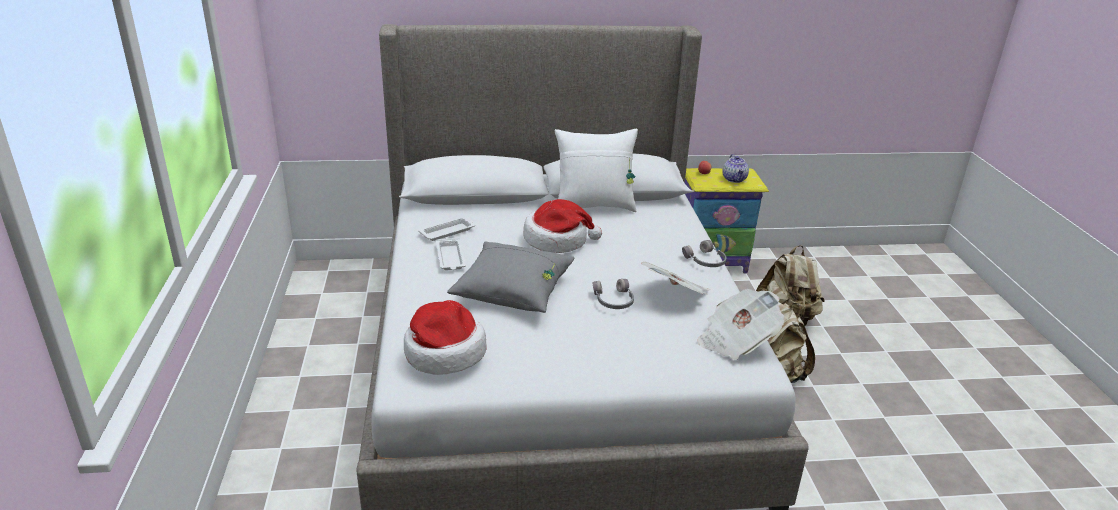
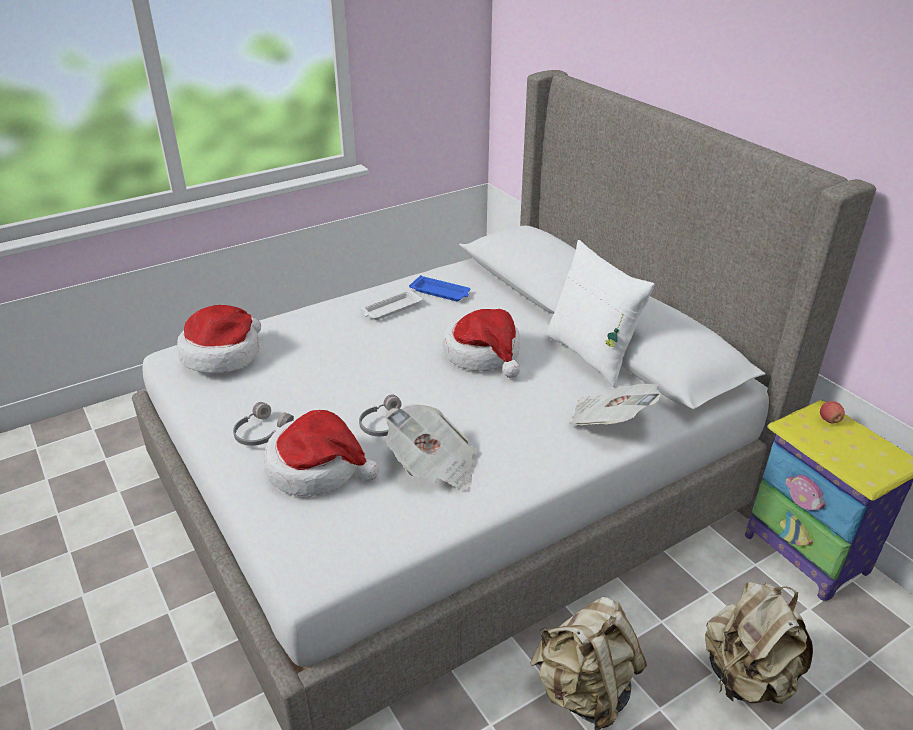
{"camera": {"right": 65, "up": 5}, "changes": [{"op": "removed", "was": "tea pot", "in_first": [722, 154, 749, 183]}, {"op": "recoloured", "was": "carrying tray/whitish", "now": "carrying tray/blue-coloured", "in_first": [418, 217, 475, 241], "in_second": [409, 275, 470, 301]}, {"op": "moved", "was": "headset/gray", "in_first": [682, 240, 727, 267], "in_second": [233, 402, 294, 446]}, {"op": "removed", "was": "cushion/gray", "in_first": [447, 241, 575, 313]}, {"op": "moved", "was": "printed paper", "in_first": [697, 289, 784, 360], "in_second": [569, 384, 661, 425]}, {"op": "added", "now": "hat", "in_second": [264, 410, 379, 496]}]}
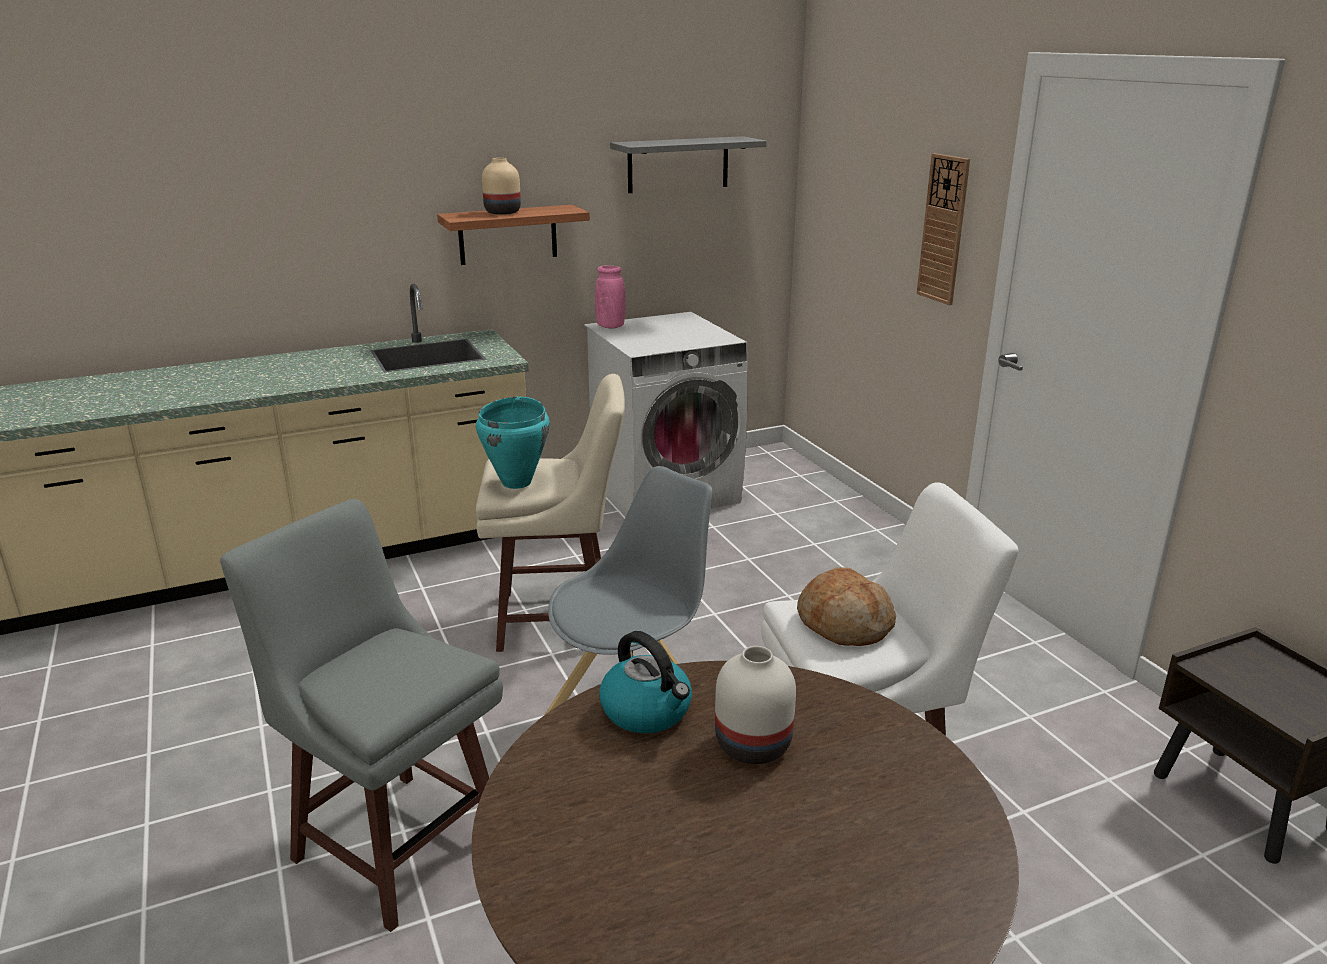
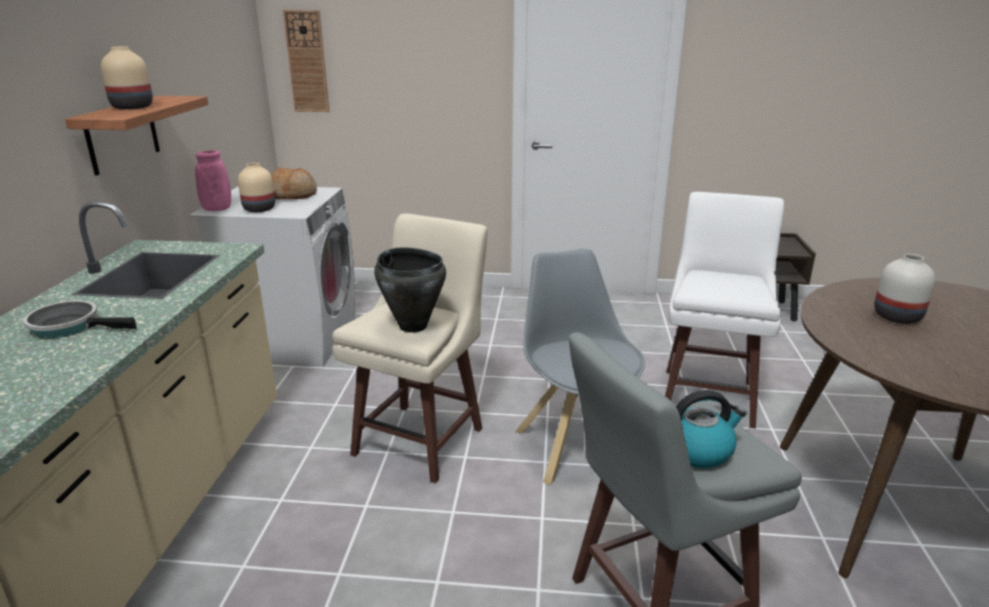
{"camera": {"right": -60, "up": 0}, "changes": [{"op": "removed", "was": "shelf/gray", "in_first": [610, 136, 766, 193]}, {"op": "moved", "was": "hanging clock", "in_first": [917, 153, 970, 305], "in_second": [283, 10, 329, 112]}, {"op": "recoloured", "was": "stockpot/turquoise", "now": "stockpot/black-coloured", "in_first": [476, 396, 550, 489], "in_second": [374, 247, 446, 333]}, {"op": "moved", "was": "bakery bread", "in_first": [797, 568, 896, 646], "in_second": [271, 168, 317, 199]}, {"op": "moved", "was": "tea kettle", "in_first": [600, 631, 692, 733], "in_second": [676, 390, 746, 468]}, {"op": "added", "now": "vase/beige-coloured", "in_second": [238, 163, 275, 212]}, {"op": "added", "now": "pan", "in_second": [23, 300, 137, 338]}]}
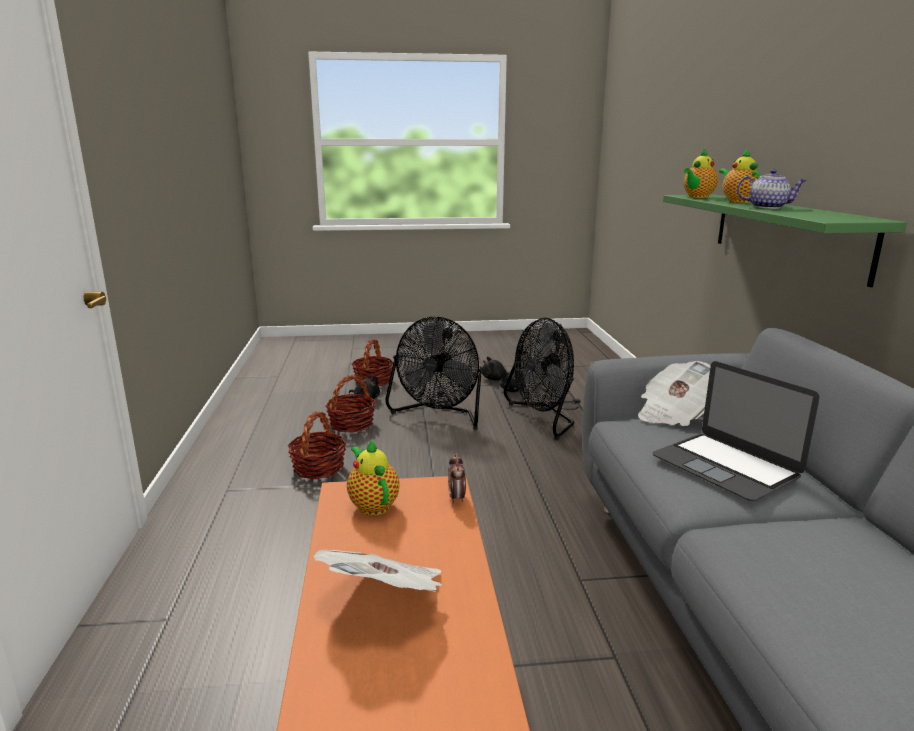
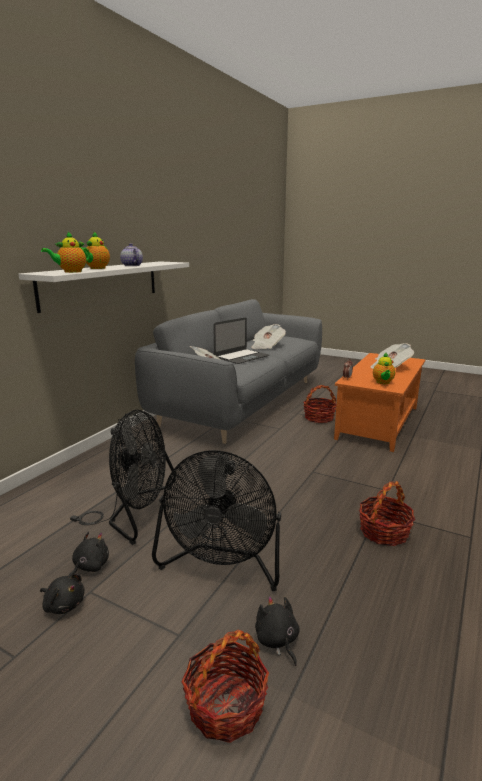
{"camera": {"right": -145, "up": 0}, "changes": [{"op": "turned", "was": "tea pot", "in_first": [684, 149, 718, 198], "in_second": [41, 232, 90, 273], "clockwise": 150}, {"op": "recoloured", "was": "shelf/green", "now": "shelf/whitish", "in_first": [663, 195, 907, 287], "in_second": [19, 261, 189, 313]}, {"op": "turned", "was": "electric fan/black-coloured", "in_first": [385, 317, 483, 430], "in_second": [152, 450, 281, 591], "clockwise": 135}, {"op": "turned", "was": "laptop", "in_first": [652, 361, 819, 501], "in_second": [213, 317, 269, 364], "clockwise": 45}, {"op": "moved", "was": "basket", "in_first": [325, 375, 376, 433], "in_second": [303, 385, 336, 423]}, {"op": "added", "now": "printed paper", "in_second": [251, 324, 286, 349]}]}
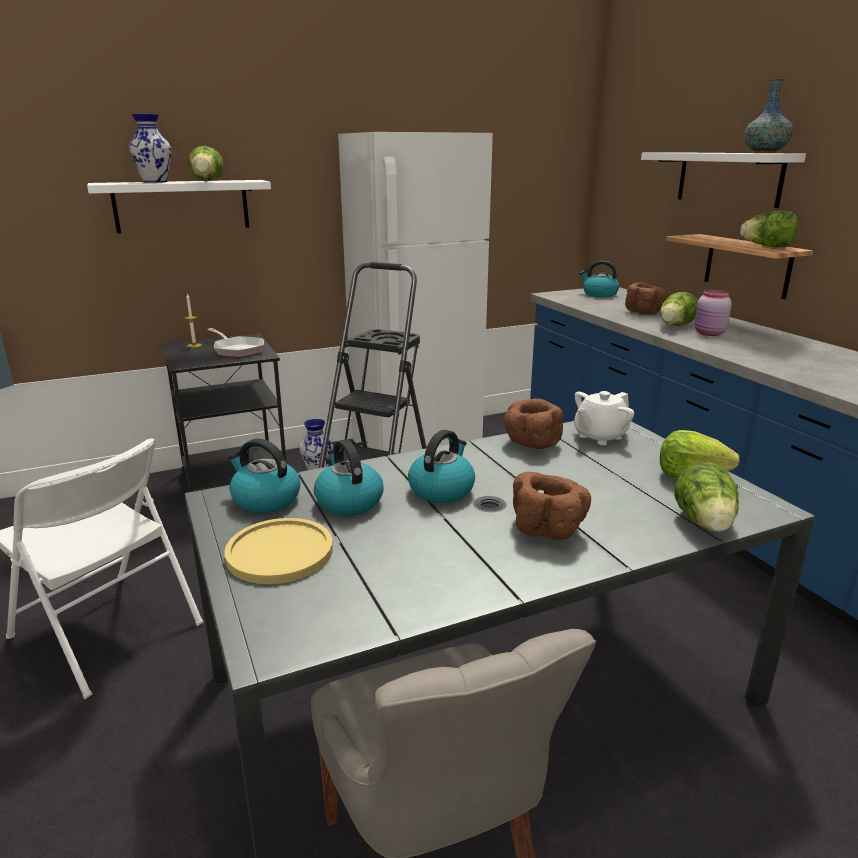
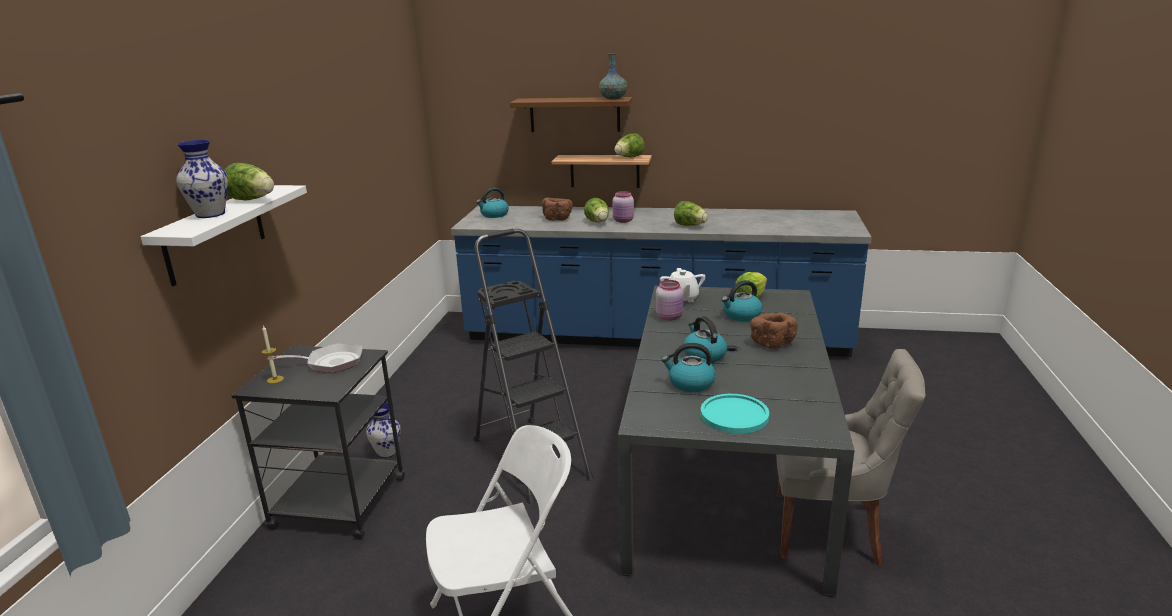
{"camera": {"right": -55, "up": 0}, "changes": [{"op": "removed", "was": "fridge/whitish", "in_first": [338, 132, 493, 453]}, {"op": "recoloured", "was": "shelf/whitish", "now": "shelf/brown", "in_first": [641, 152, 806, 208], "in_second": [510, 97, 632, 132]}, {"op": "replaced", "was": "serving bowl/brown", "now": "storage jar/pink", "in_first": [503, 399, 563, 449], "in_second": [656, 280, 683, 321]}, {"op": "moved", "was": "tea kettle", "in_first": [228, 438, 300, 513], "in_second": [722, 280, 762, 321]}, {"op": "moved", "was": "lettuce", "in_first": [674, 463, 739, 532], "in_second": [674, 201, 708, 226]}, {"op": "recoloured", "was": "plate/yellowish", "now": "plate/turquoise", "in_first": [225, 518, 333, 584], "in_second": [701, 394, 769, 434]}]}
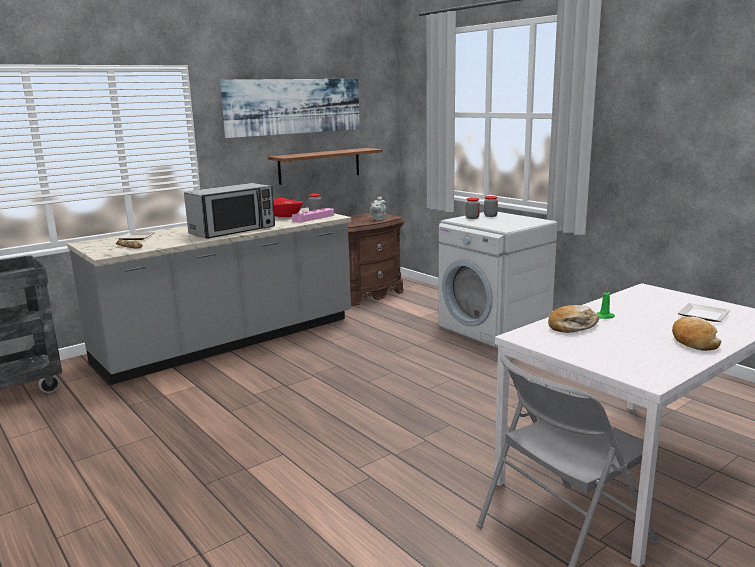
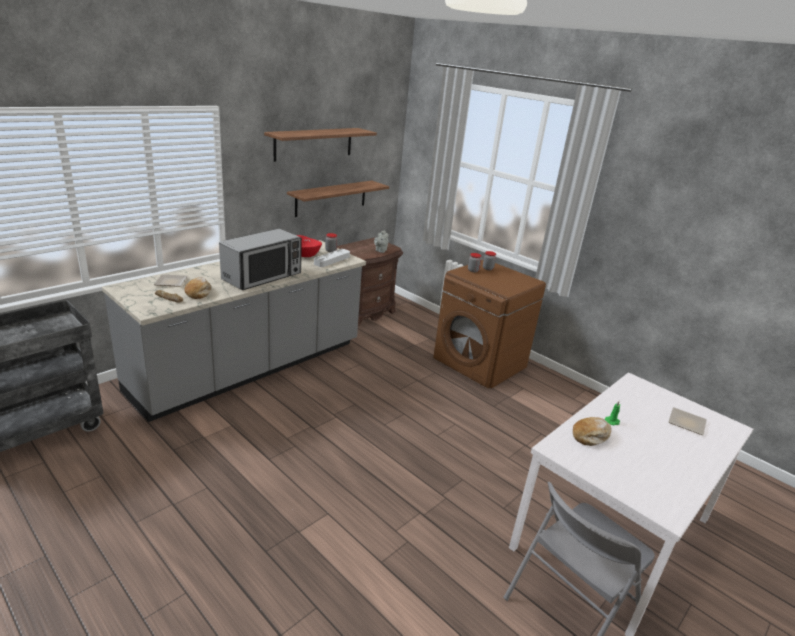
{"camera": {"right": -10, "up": 10}, "changes": [{"op": "replaced", "was": "picture", "now": "shelf", "in_first": [220, 79, 360, 138], "in_second": [264, 128, 377, 162]}, {"op": "recoloured", "was": "carrying tray/pink", "now": "carrying tray/gray", "in_first": [292, 208, 334, 223], "in_second": [314, 249, 350, 267]}, {"op": "recoloured", "was": "washing machine/whitish", "now": "washing machine/brown", "in_first": [438, 212, 558, 348], "in_second": [433, 260, 546, 388]}, {"op": "moved", "was": "bakery bread", "in_first": [672, 317, 721, 351], "in_second": [184, 277, 212, 299]}]}
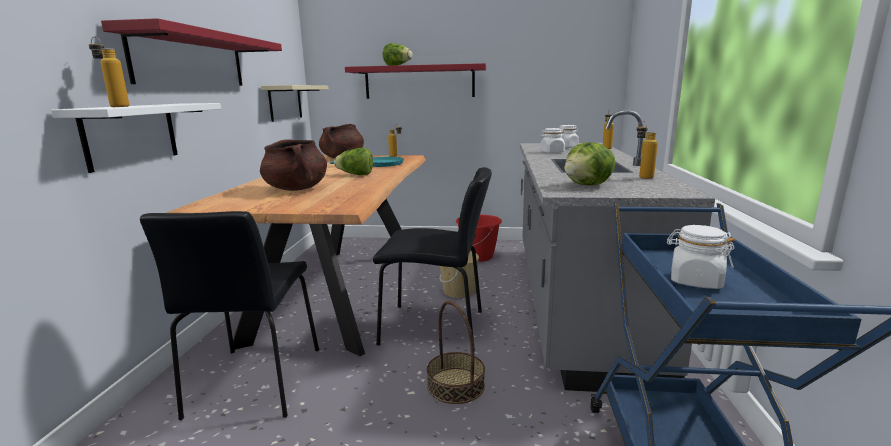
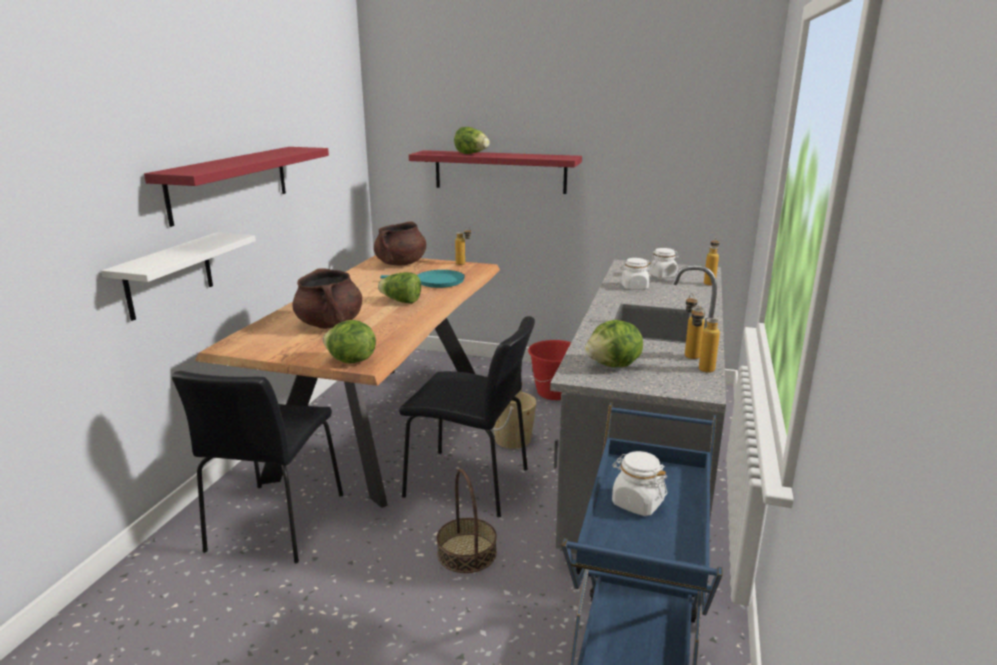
{"camera": {"right": 10, "up": 5}, "changes": [{"op": "moved", "was": "beverage bottle", "in_first": [89, 36, 129, 107], "in_second": [691, 306, 720, 373]}, {"op": "removed", "was": "shelf/beige-coloured", "in_first": [261, 85, 329, 122]}, {"op": "added", "now": "lettuce", "in_second": [323, 320, 376, 364]}]}
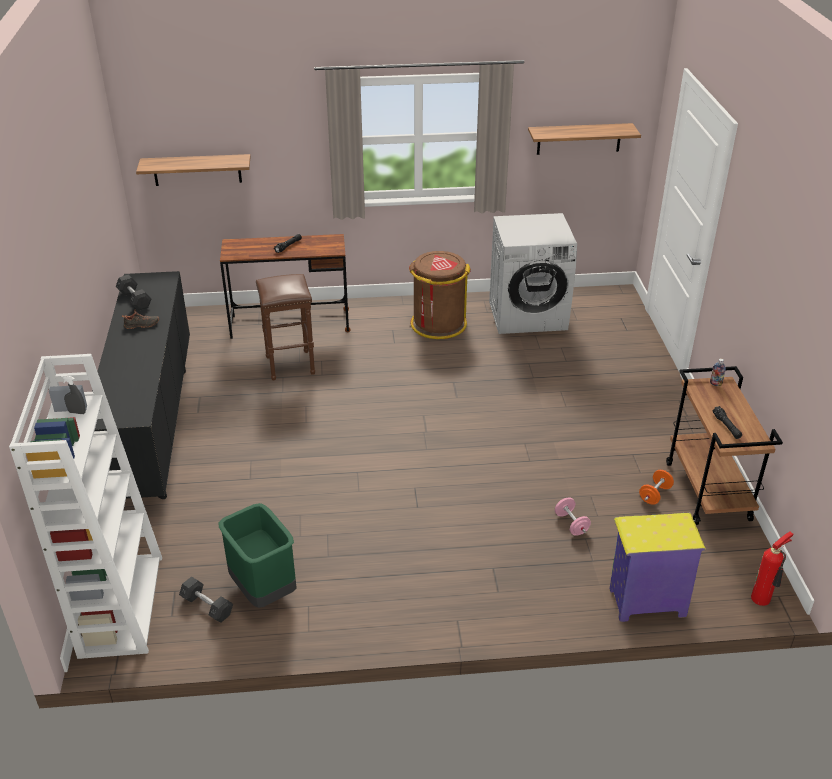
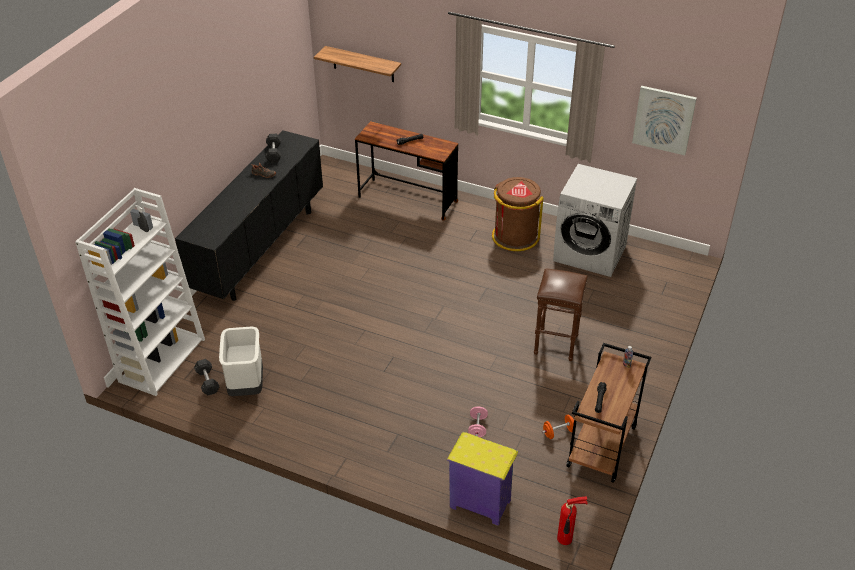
{"camera": {"right": 30, "up": 5}, "changes": [{"op": "replaced", "was": "shelf", "now": "picture", "in_first": [528, 123, 641, 155], "in_second": [632, 86, 697, 155]}, {"op": "moved", "was": "sitting stool/brown", "in_first": [256, 274, 315, 380], "in_second": [534, 268, 588, 361]}, {"op": "recoloured", "was": "waste bin/green", "now": "waste bin/whitish", "in_first": [218, 503, 297, 608], "in_second": [219, 326, 263, 396]}]}
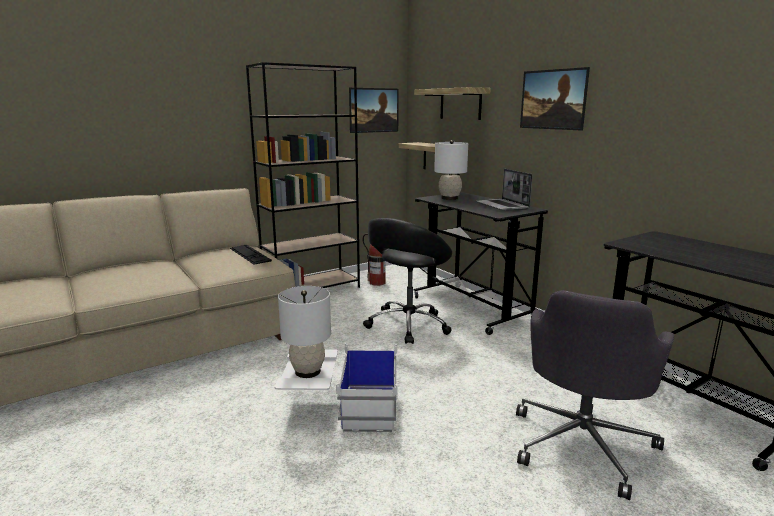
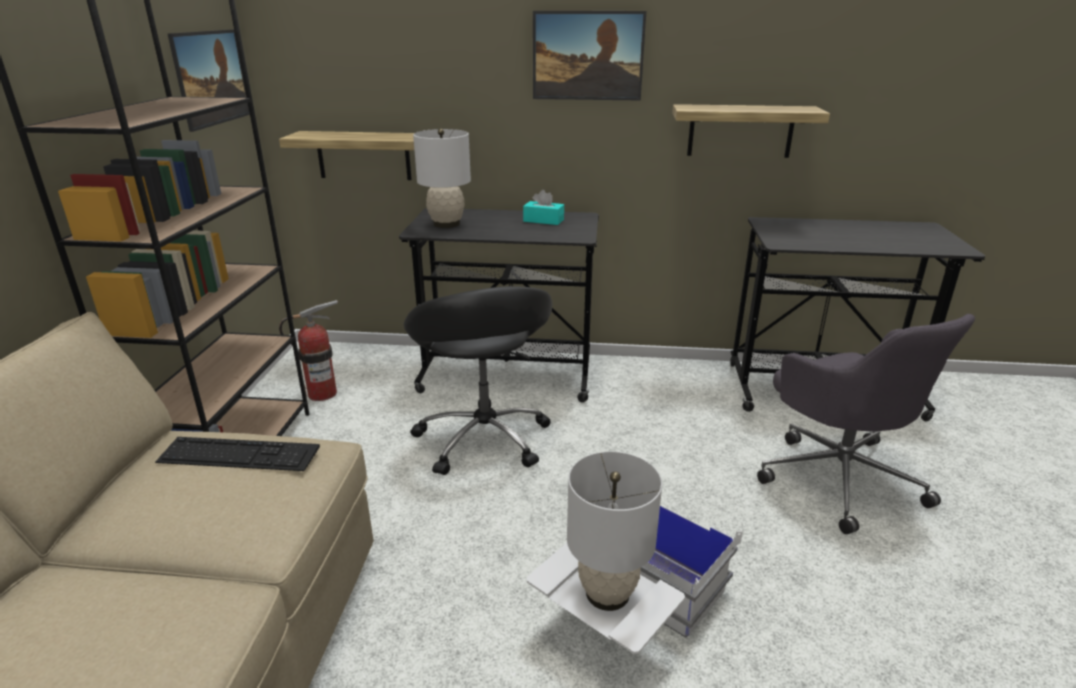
{"camera": {"right": -50, "up": 10}, "changes": [{"op": "moved", "was": "shelf", "in_first": [414, 87, 491, 120], "in_second": [672, 104, 830, 158]}, {"op": "replaced", "was": "laptop", "now": "tissue box/turquoise", "in_first": [476, 169, 533, 211], "in_second": [523, 190, 564, 225]}]}
